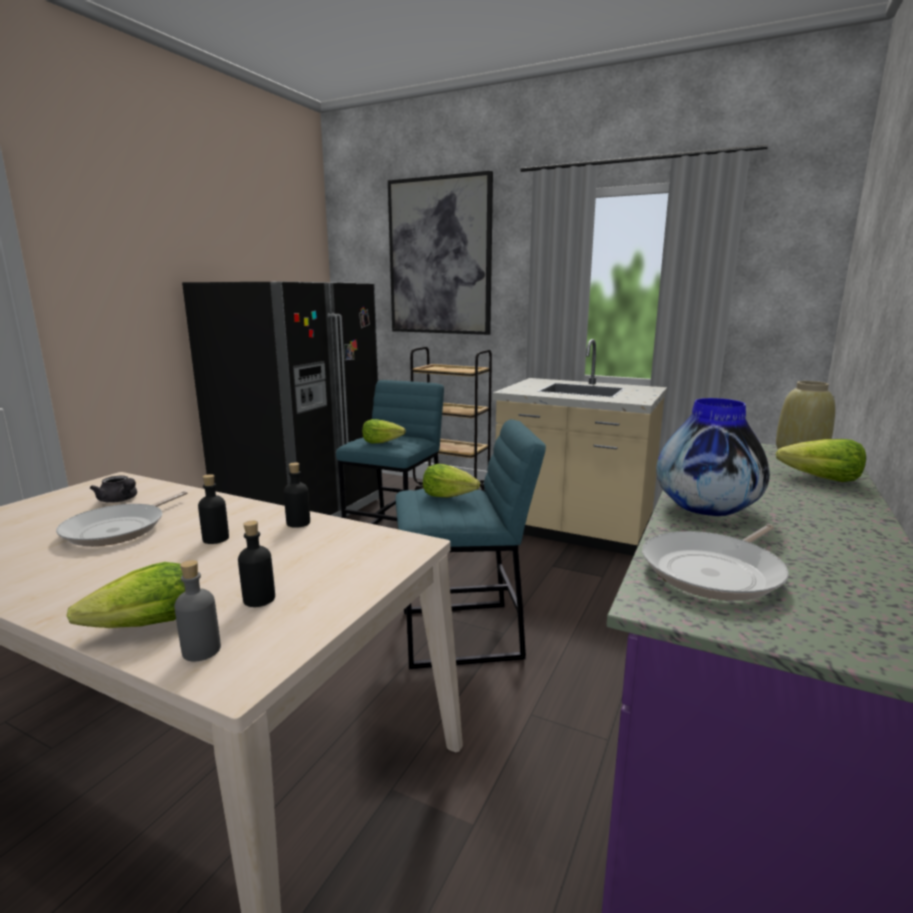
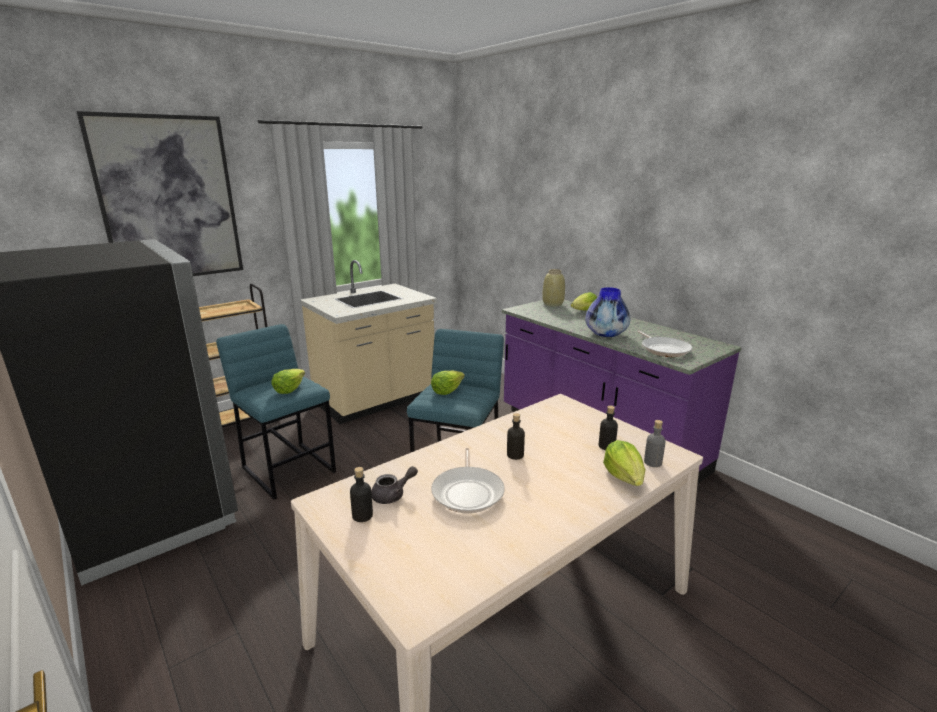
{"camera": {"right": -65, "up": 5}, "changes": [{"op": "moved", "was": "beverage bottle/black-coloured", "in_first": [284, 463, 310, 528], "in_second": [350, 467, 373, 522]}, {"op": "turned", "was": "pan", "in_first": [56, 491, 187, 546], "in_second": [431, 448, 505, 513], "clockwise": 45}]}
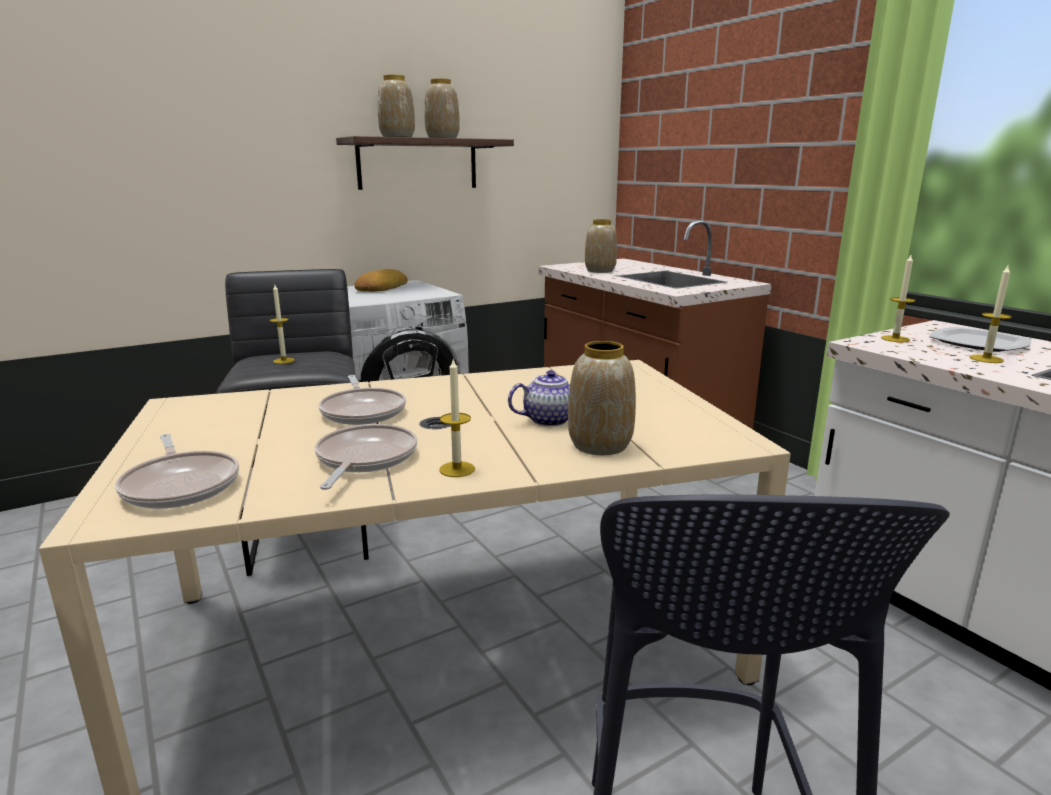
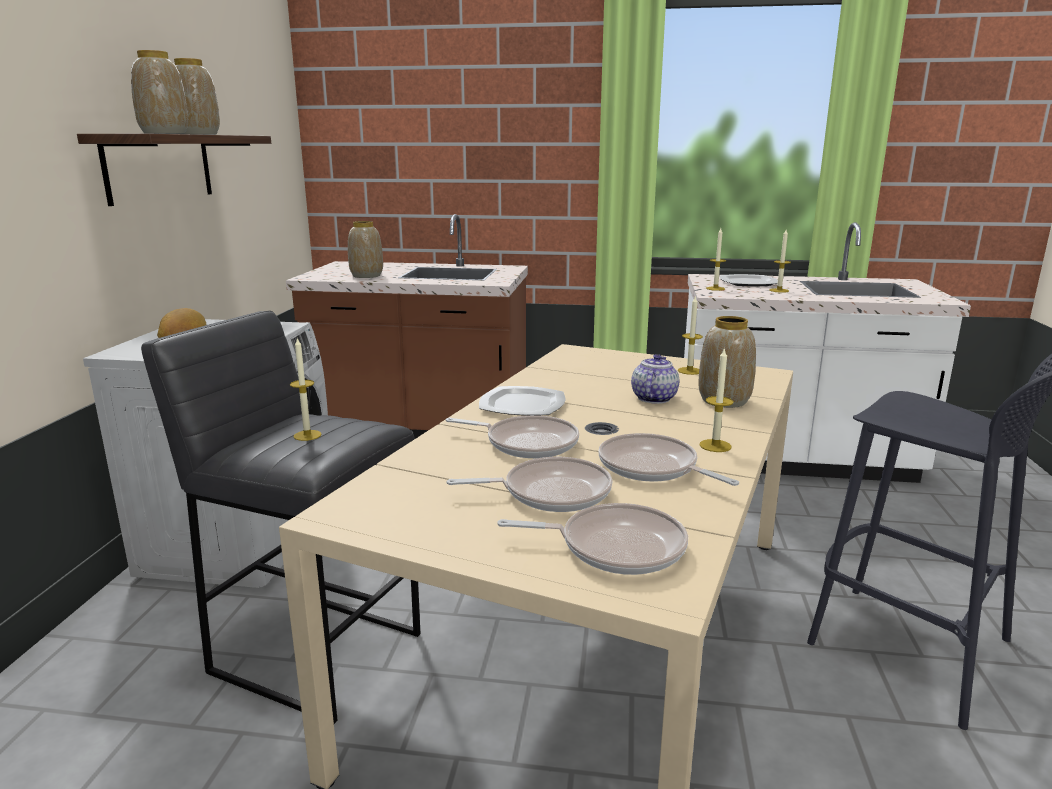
{"camera": {"right": -50, "up": 0}, "changes": [{"op": "added", "now": "wax light", "in_second": [678, 295, 703, 375]}, {"op": "added", "now": "plate", "in_second": [479, 386, 565, 416]}, {"op": "added", "now": "pan", "in_second": [446, 457, 612, 512]}]}
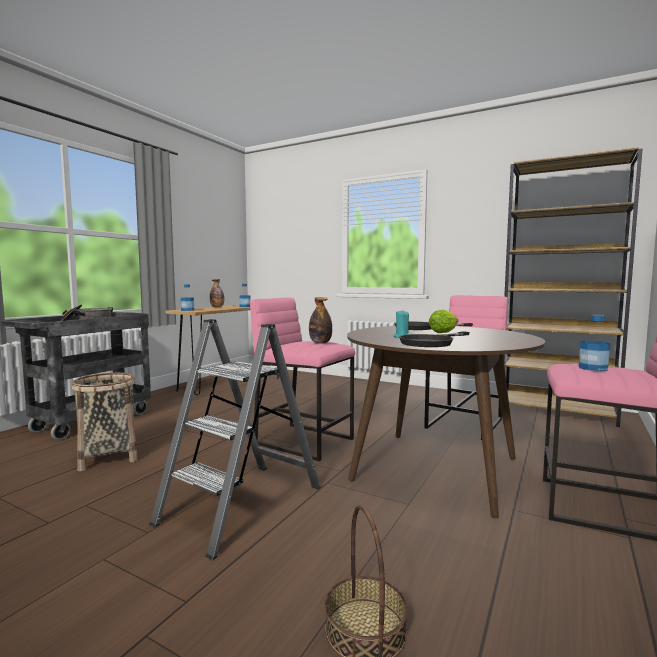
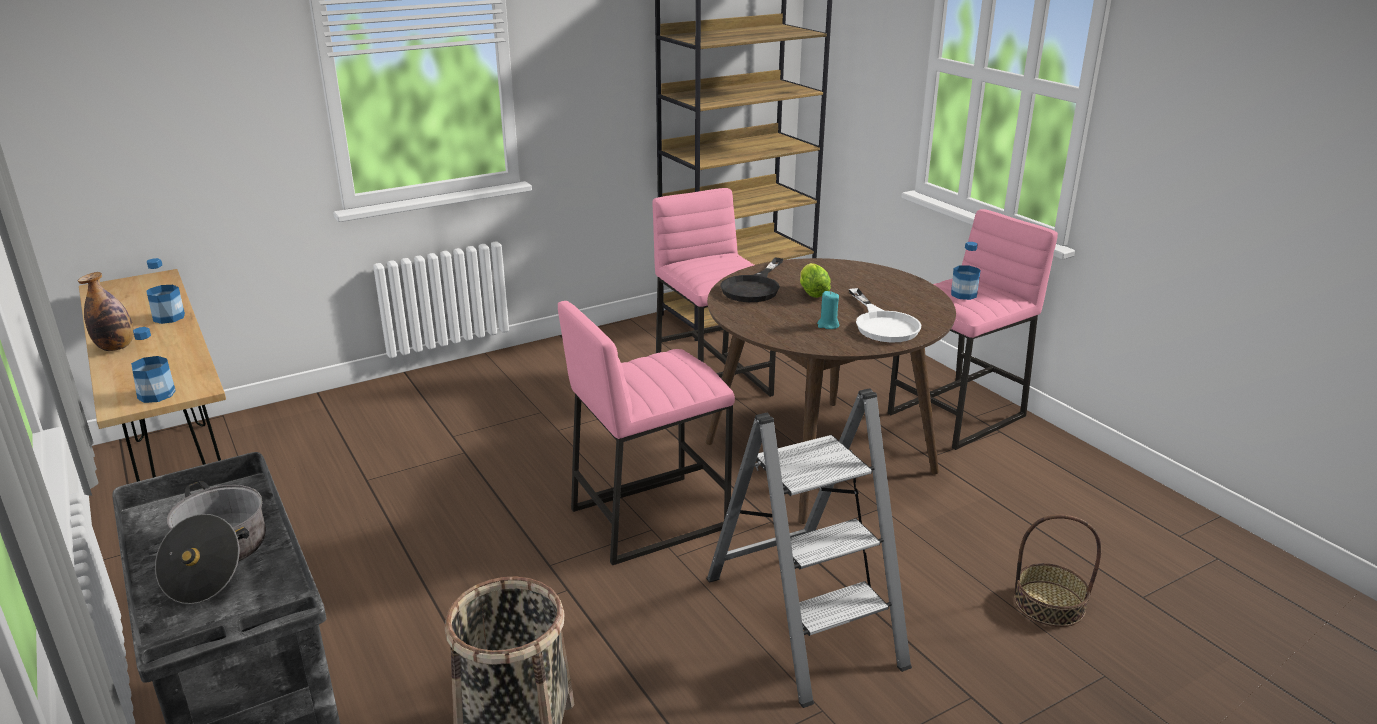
{"camera": {"right": -60, "up": 20}, "changes": [{"op": "removed", "was": "beverage bottle", "in_first": [309, 297, 332, 344]}, {"op": "recoloured", "was": "pan/black-coloured", "now": "pan/whitish", "in_first": [399, 331, 470, 347], "in_second": [849, 288, 921, 342]}]}
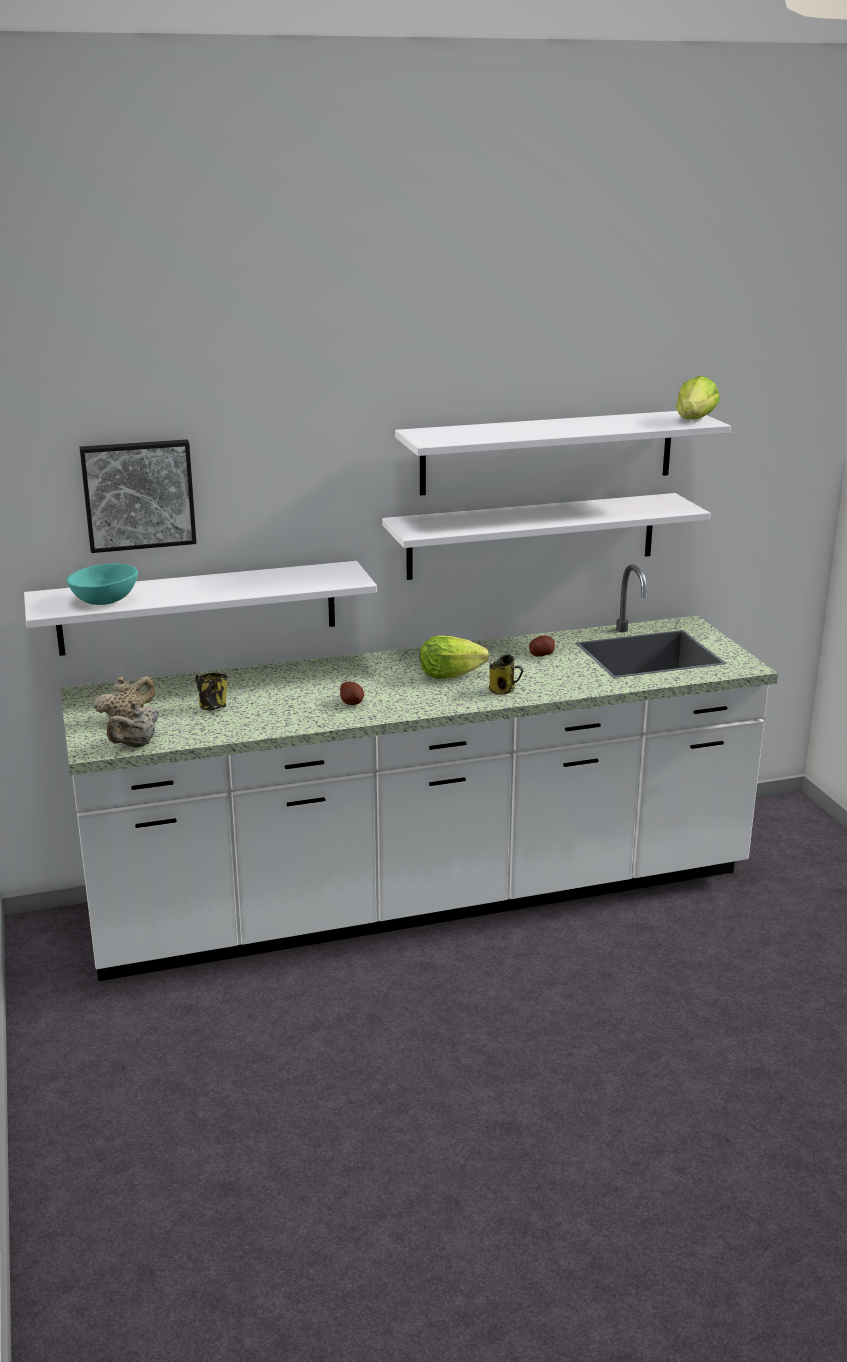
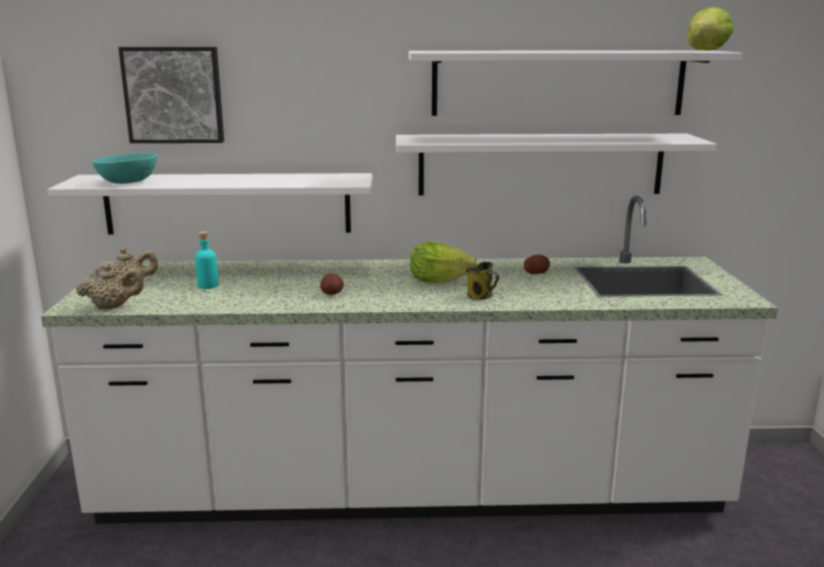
{"camera": {"right": 15, "up": -5}, "changes": [{"op": "replaced", "was": "coffee mug", "now": "beverage bottle/turquoise", "in_first": [195, 672, 227, 710], "in_second": [195, 231, 219, 289]}, {"op": "turned", "was": "tea pot/beige-coloured", "in_first": [107, 702, 159, 748], "in_second": [76, 264, 144, 309], "clockwise": -150}]}
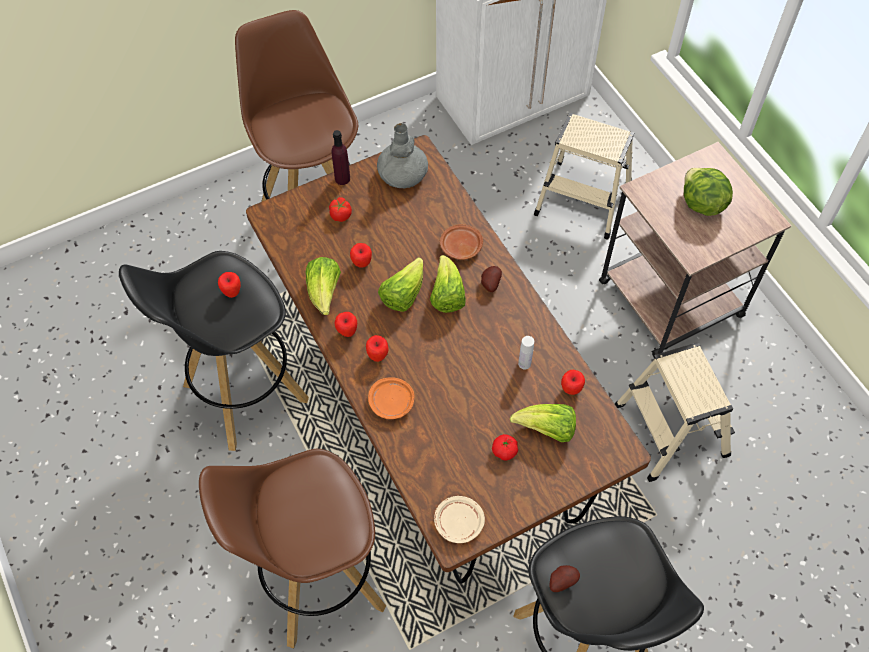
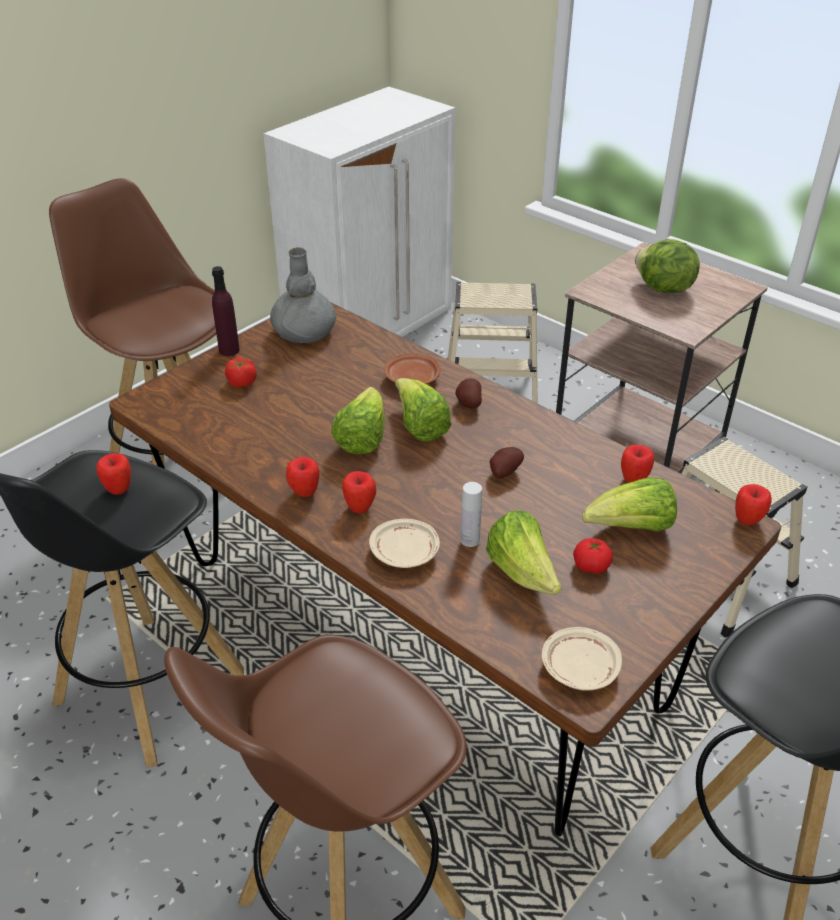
{"camera": {"right": -20, "up": -20}, "changes": [{"op": "moved", "was": "whole apple", "in_first": [350, 243, 372, 268], "in_second": [735, 484, 772, 525]}, {"op": "moved", "was": "lettuce", "in_first": [306, 257, 341, 315], "in_second": [486, 510, 562, 595]}, {"op": "moved", "was": "beverage bottle/whitish", "in_first": [518, 336, 534, 369], "in_second": [461, 482, 482, 547]}, {"op": "recoloured", "was": "plate/orange-coloured", "now": "plate/beige-coloured", "in_first": [368, 377, 414, 419], "in_second": [369, 519, 440, 568]}, {"op": "moved", "was": "whole potato", "in_first": [550, 565, 580, 592], "in_second": [490, 447, 524, 478]}]}
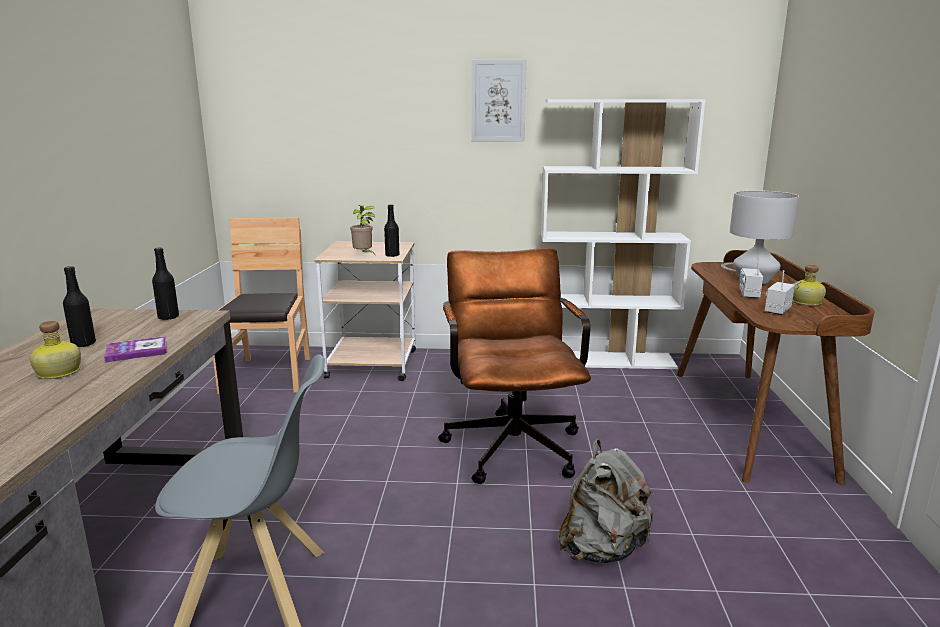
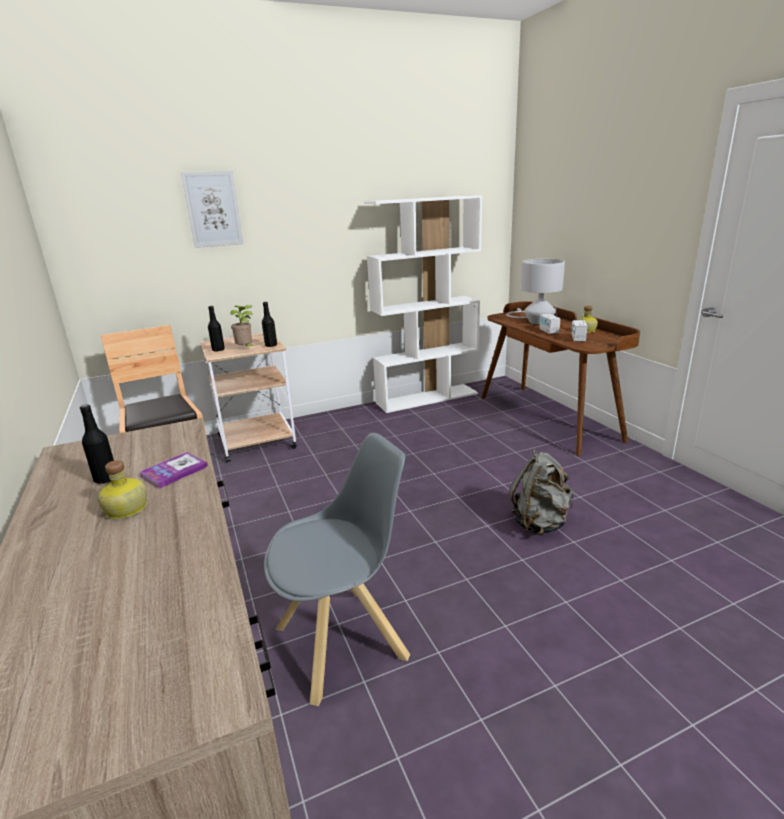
{"camera": {"right": -25, "up": 5}, "changes": [{"op": "moved", "was": "picture", "in_first": [471, 60, 527, 142], "in_second": [181, 171, 243, 248]}, {"op": "moved", "was": "beverage bottle/black-coloured", "in_first": [152, 247, 179, 320], "in_second": [208, 306, 225, 352]}, {"op": "removed", "was": "computer chair/brown", "in_first": [438, 248, 591, 484]}]}
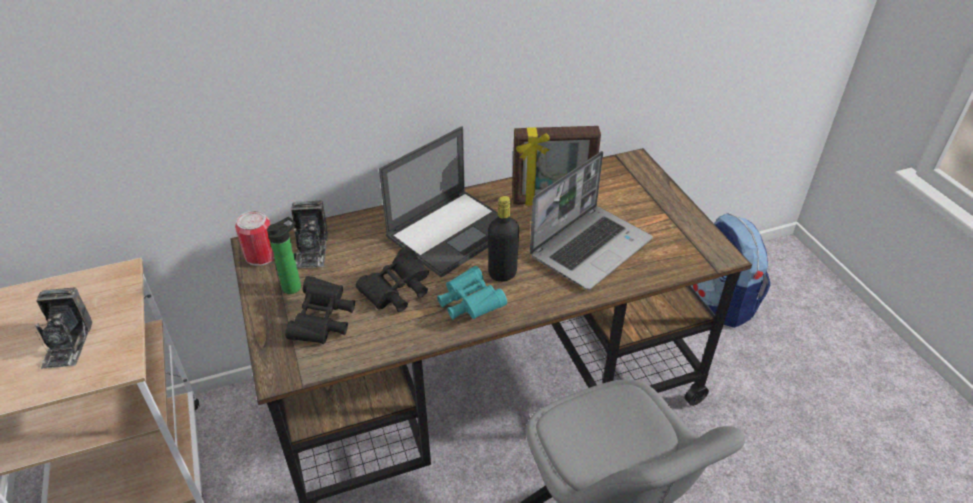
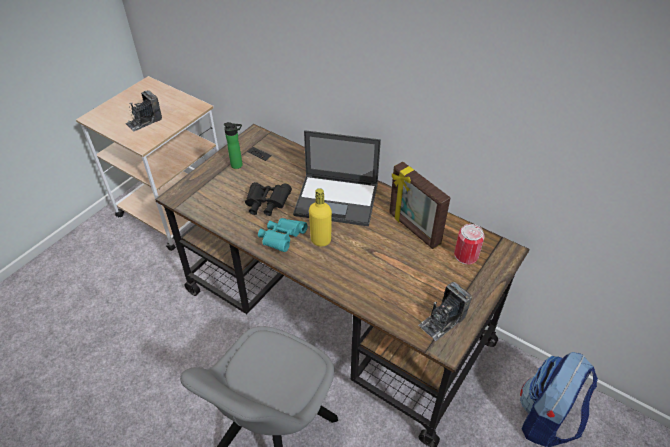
{"camera": {"right": 55, "up": 5}, "changes": [{"op": "removed", "was": "laptop", "in_first": [530, 151, 653, 290]}, {"op": "recoloured", "was": "beverage bottle/black-coloured", "now": "beverage bottle/yellowish", "in_first": [488, 196, 519, 282], "in_second": [309, 188, 332, 247]}, {"op": "moved", "was": "photo camera", "in_first": [291, 201, 328, 268], "in_second": [418, 282, 472, 341]}, {"op": "moved", "was": "sealed can", "in_first": [235, 211, 275, 266], "in_second": [454, 224, 485, 265]}, {"op": "removed", "was": "pair of binoculars/black-coloured", "in_first": [285, 276, 355, 344]}]}
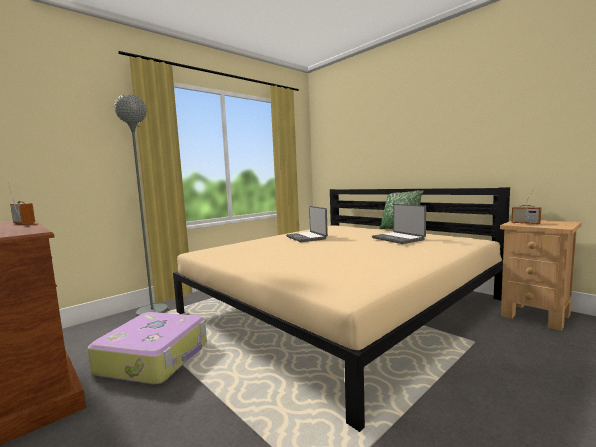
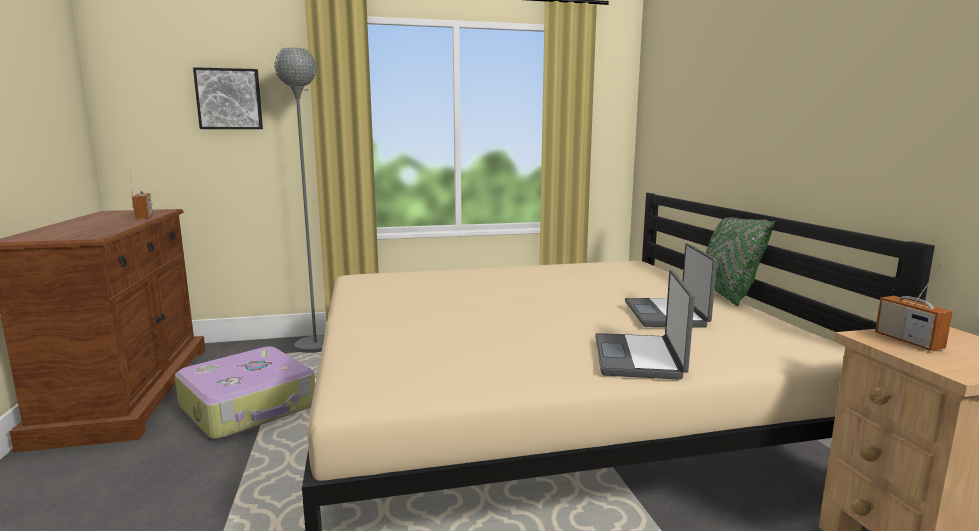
{"camera": {"right": 30, "up": 5}, "changes": [{"op": "moved", "was": "laptop", "in_first": [286, 206, 328, 242], "in_second": [595, 270, 695, 380]}, {"op": "added", "now": "picture", "in_second": [193, 67, 263, 129]}]}
